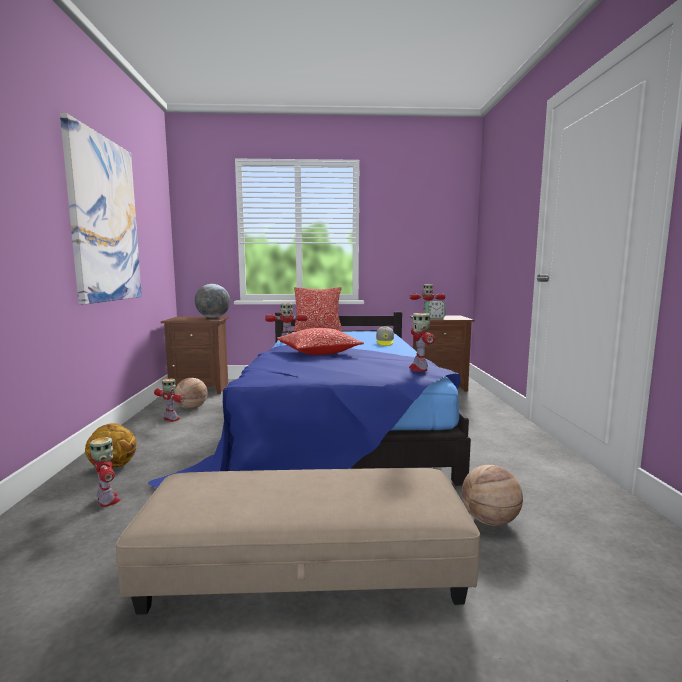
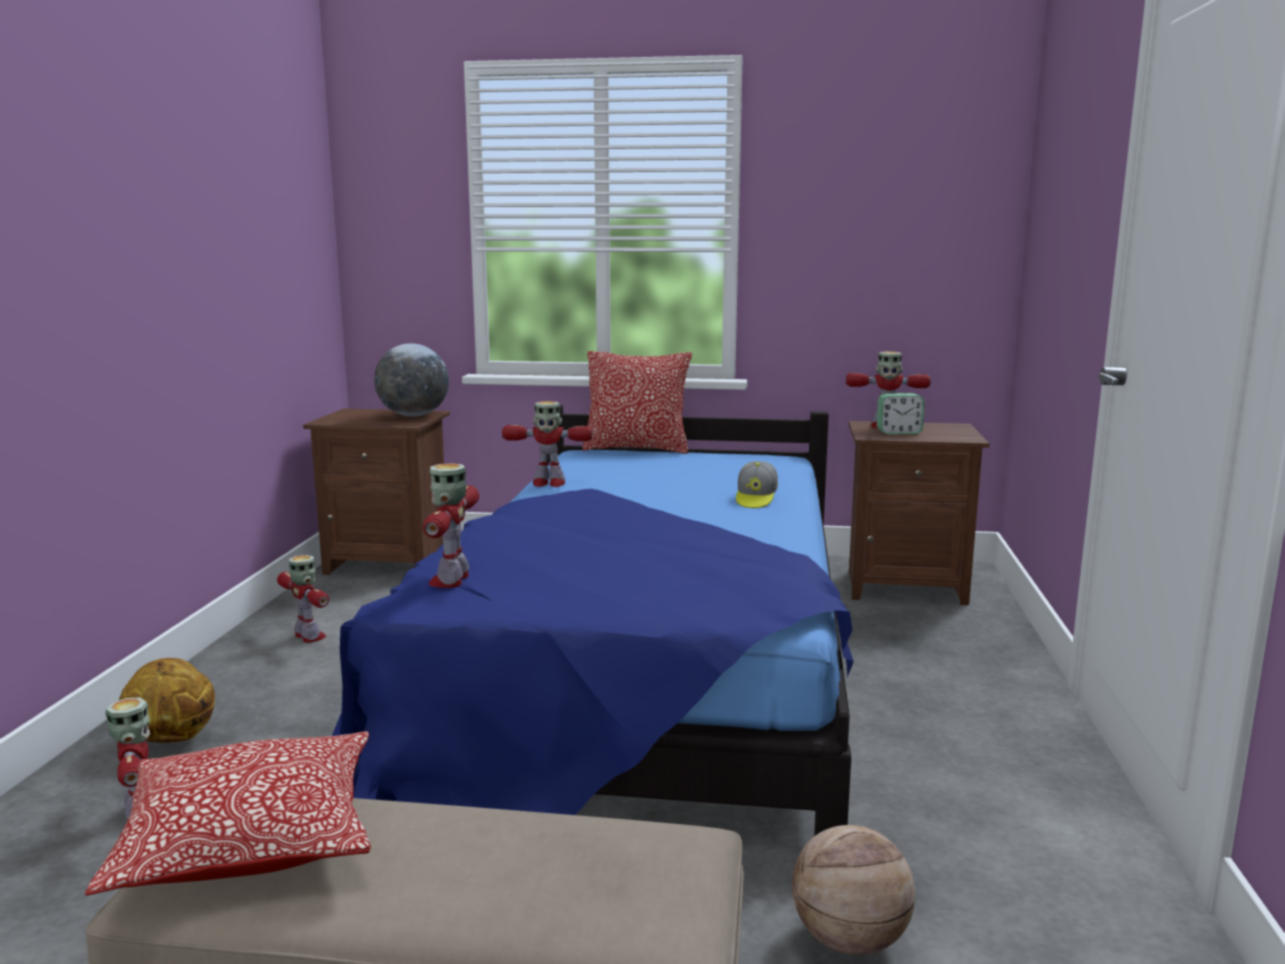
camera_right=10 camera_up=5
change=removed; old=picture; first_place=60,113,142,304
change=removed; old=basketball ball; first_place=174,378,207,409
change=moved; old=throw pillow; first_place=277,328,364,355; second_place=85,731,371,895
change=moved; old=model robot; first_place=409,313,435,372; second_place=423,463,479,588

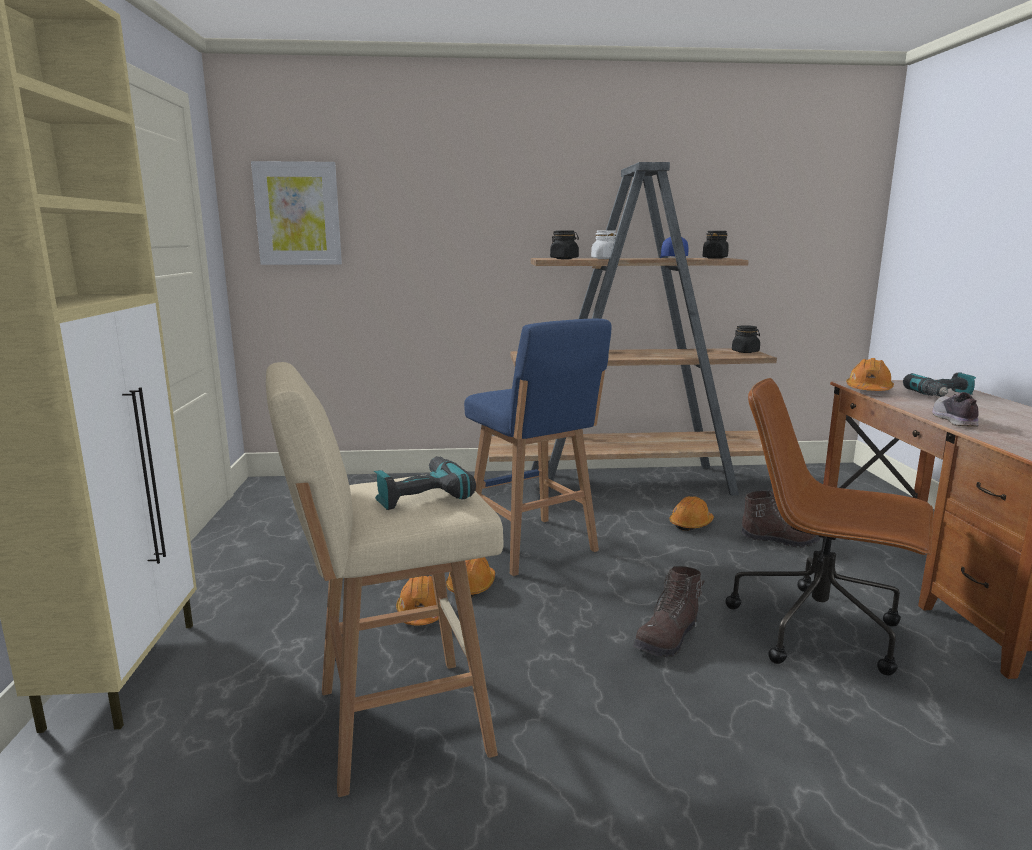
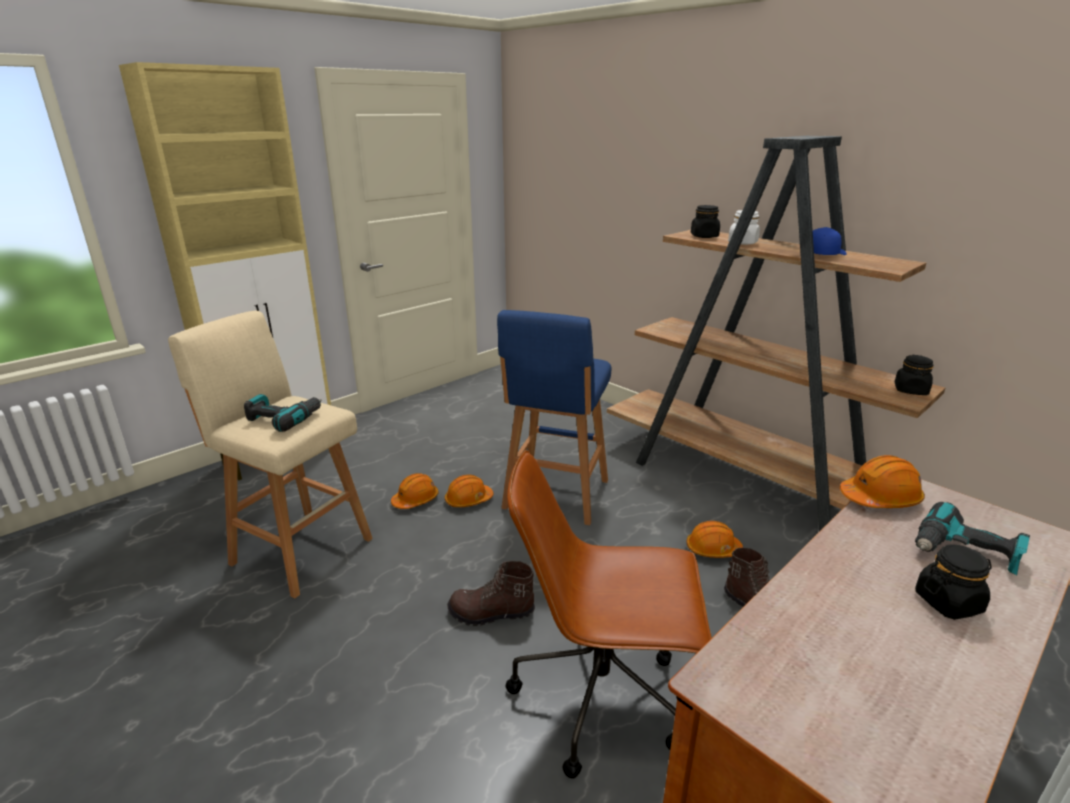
camera_right=50 camera_up=10
change=removed; old=picture; first_place=251,161,342,265
change=removed; old=shoe; first_place=932,392,979,427
change=moved; old=black storage jar; first_place=703,231,729,259; second_place=915,544,992,620
change=turned; old=brown desk chair; first_place=725,378,934,675; second_place=506,450,712,778; degrees=-75

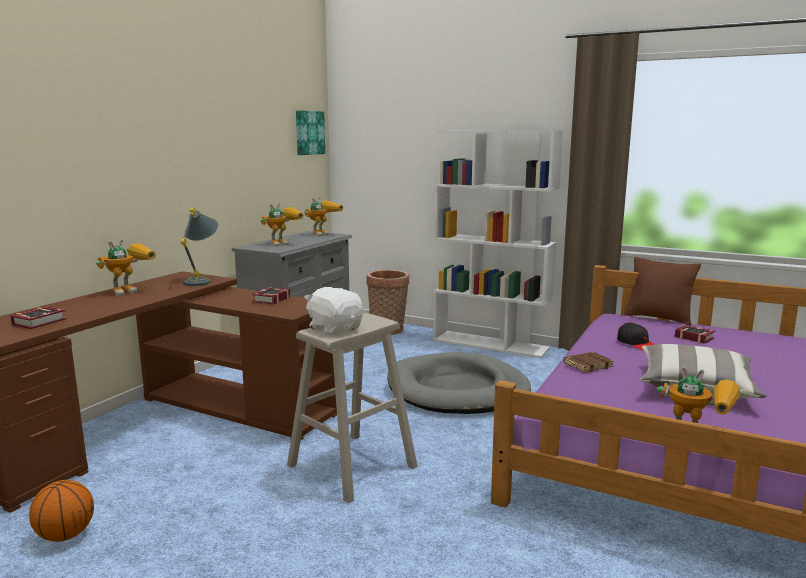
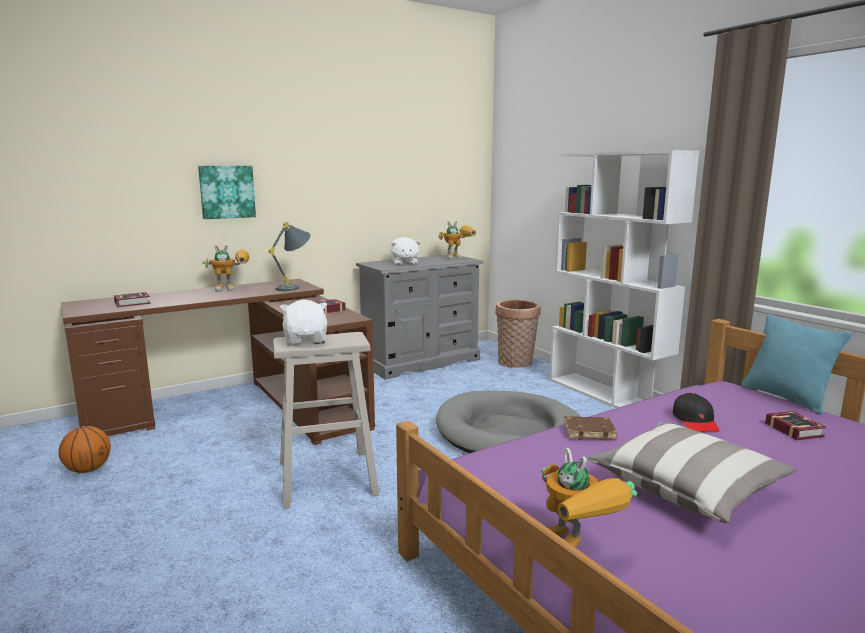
camera_right=30 camera_up=0
change=moved; old=picture; first_place=296,110,325,155; second_place=198,166,256,219
change=replaced; old=model robot; new=white-coloured soft toy; first_place=260,203,304,247; second_place=390,237,421,265
change=recoloured; old=brown throw pillow; new=blue-green throw pillow; first_place=624,257,701,325; second_place=741,314,851,415

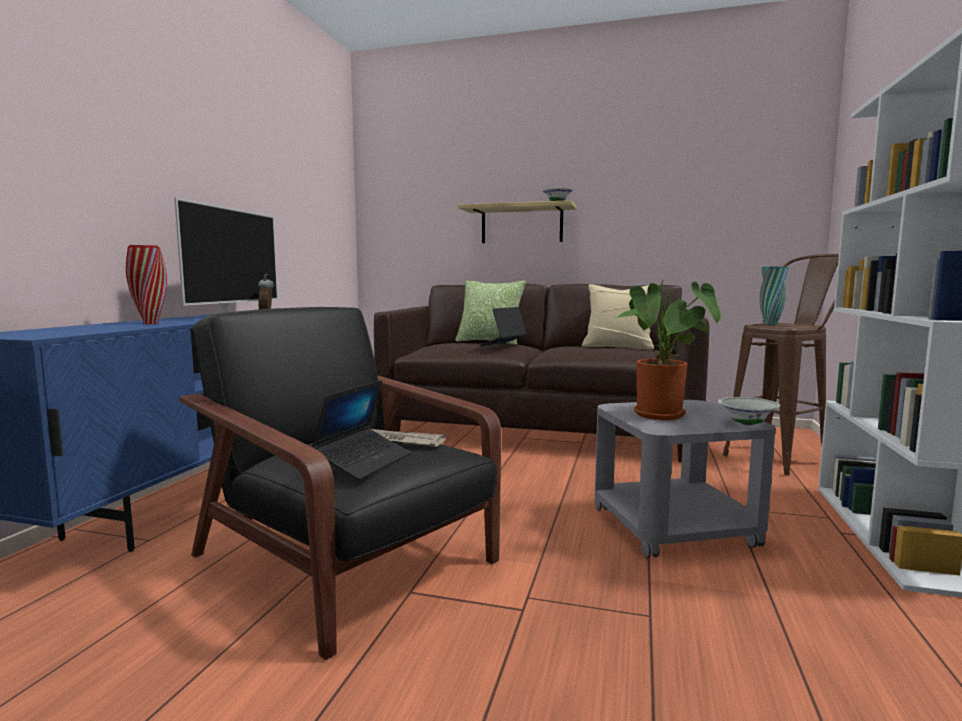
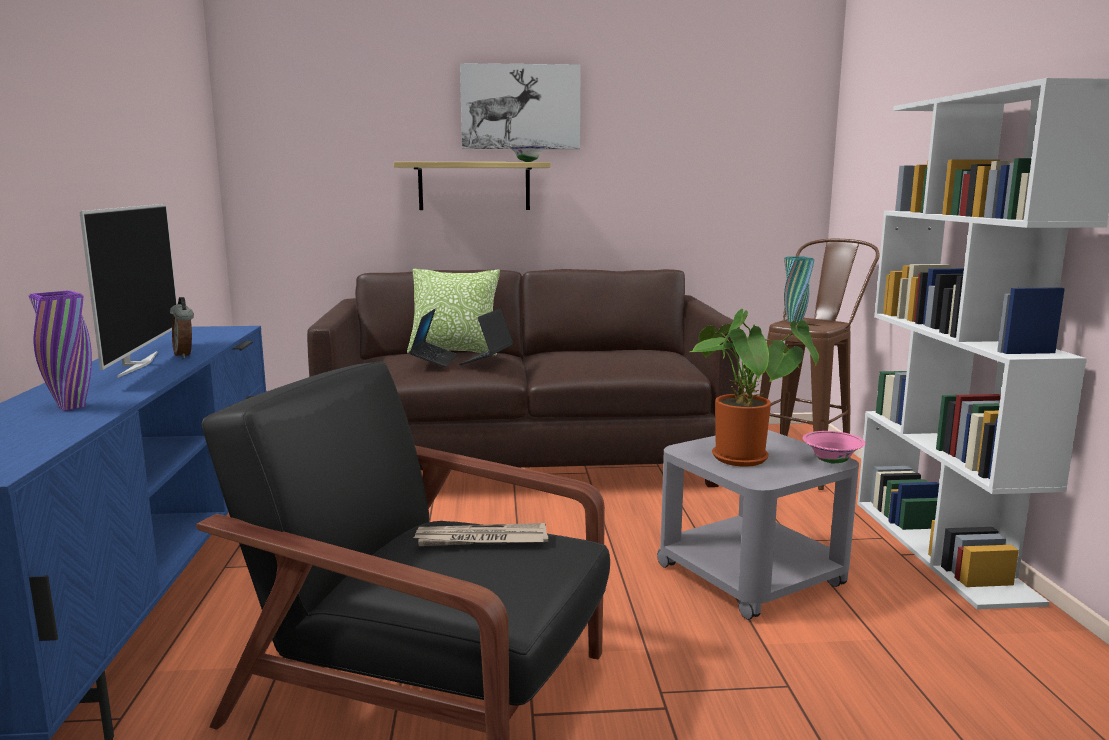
camera_right=-20 camera_up=5
change=removed; old=sand-coloured throw pillow; first_place=582,284,654,350
change=added; new=picture; second_place=460,63,581,149
change=moved; old=notebook computer; first_place=312,380,410,480; second_place=409,308,458,367
change=recoloured; old=reddish flower vase; new=purplish flower vase; first_place=126,245,167,324; second_place=29,290,92,411
change=recoloured; old=white-coloured bowl; new=pinkish bowl; first_place=718,397,780,425; second_place=802,431,866,464

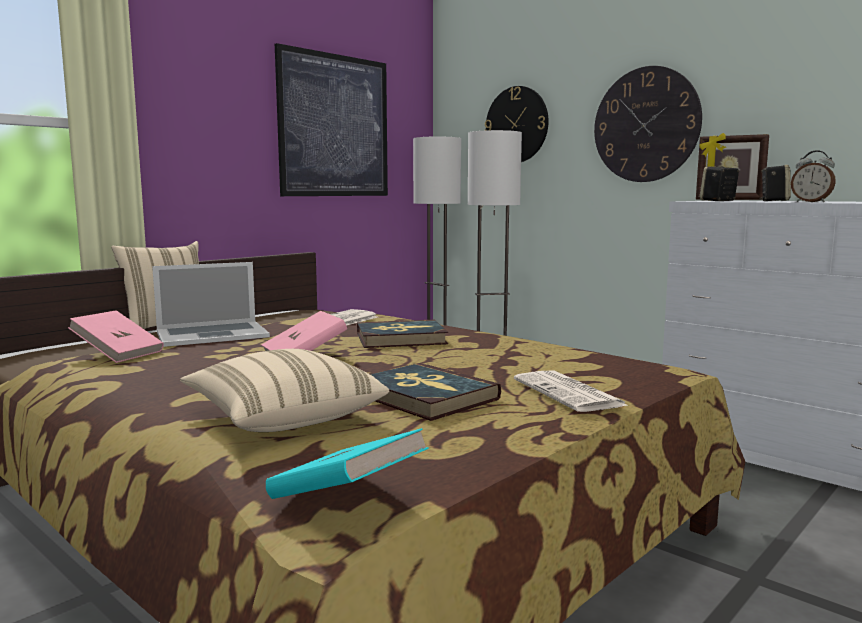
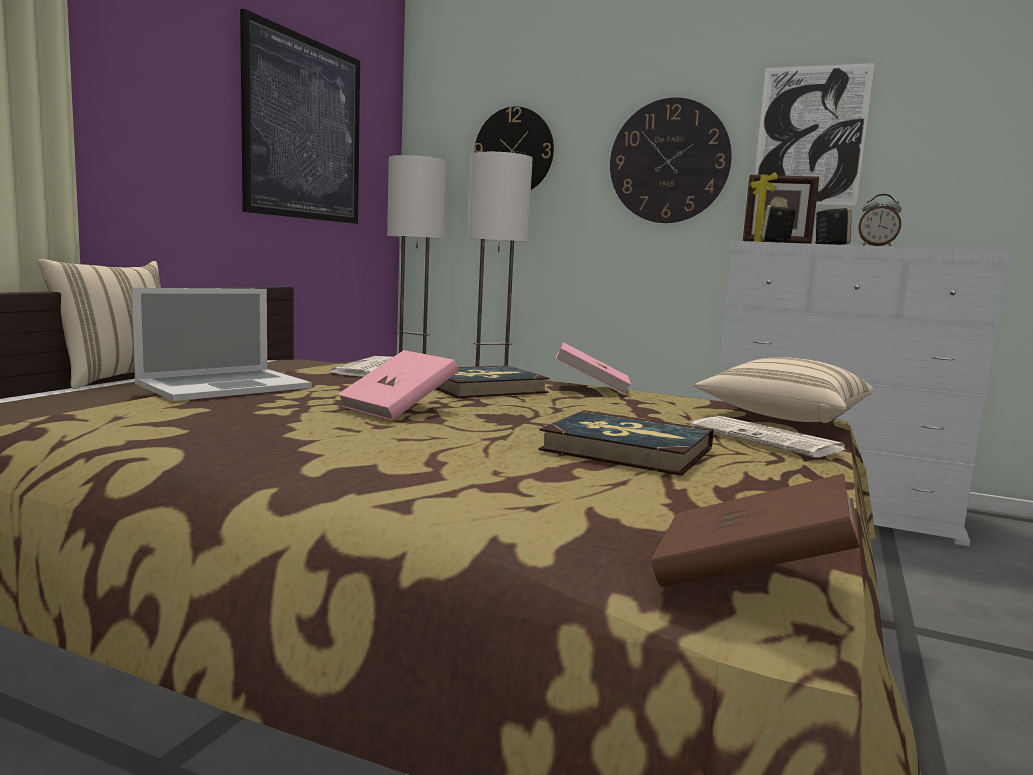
camera_right=-20 camera_up=0
change=added; new=picture; second_place=755,63,875,205
change=moved; old=pinkish volume; first_place=68,310,164,363; second_place=555,342,631,395
change=moved; old=sand-coloured throw pillow; first_place=180,349,389,432; second_place=694,357,874,423
change=recoloured; old=blue-green volume; new=brown volume; first_place=266,428,429,499; second_place=651,474,860,587

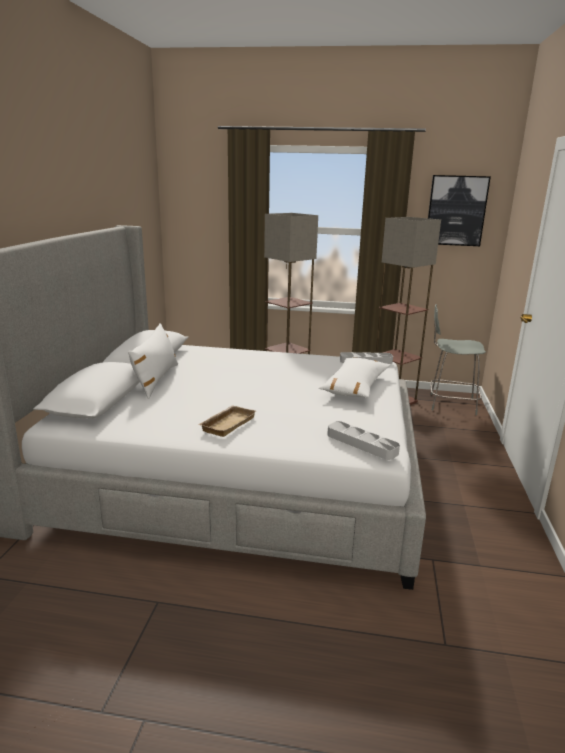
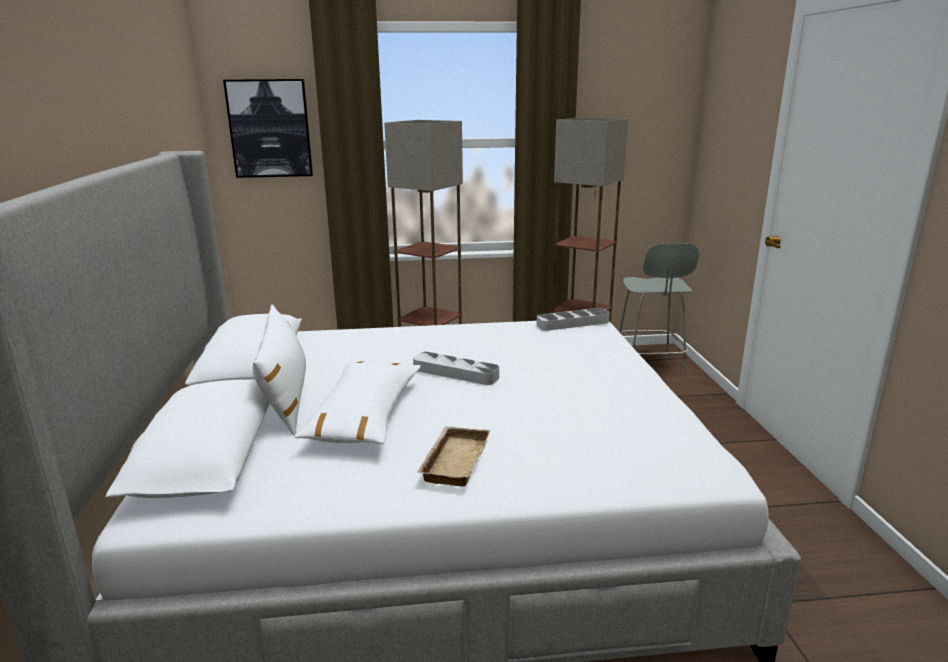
camera_right=-15 camera_up=0
change=moved; old=white-coloured throw pillow; first_place=319,357,390,398; second_place=294,361,421,444
change=moved; old=greyish serving tray; first_place=327,421,400,460; second_place=413,352,499,385
change=moved; old=picture; first_place=428,175,491,246; second_place=223,79,313,178
change=turned; old=greyish upright chair; first_place=430,304,486,415; second_place=619,243,700,373; degrees=-90

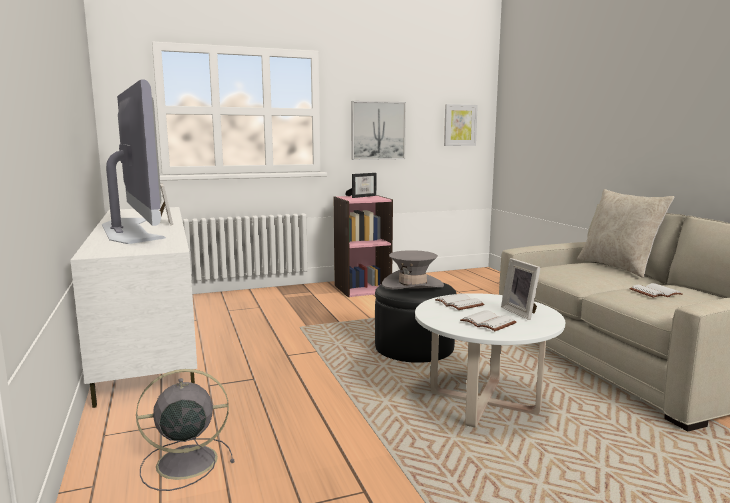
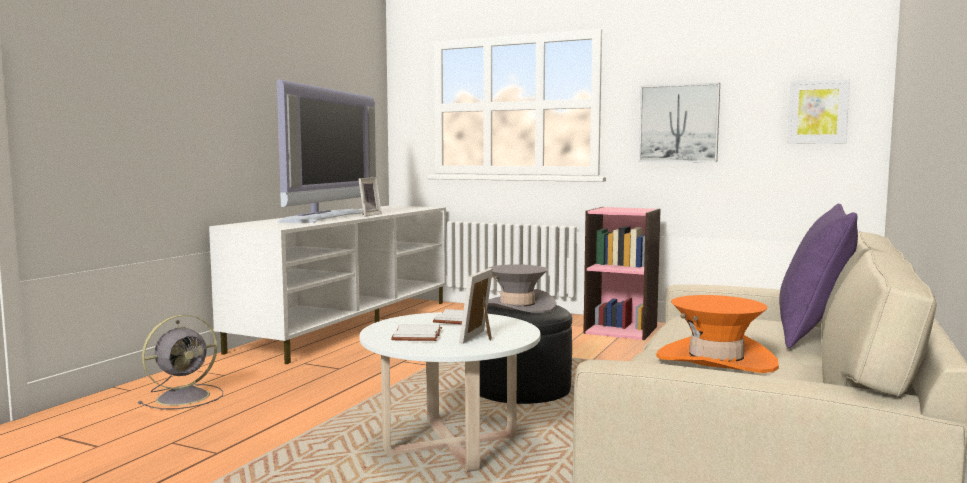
camera_right=45 camera_up=-5
change=removed; old=photo frame; first_place=345,173,376,198
change=replaced; old=white-coloured volume; new=orange hat; first_place=629,283,683,298; second_place=656,295,779,373
change=recoloured; old=sand-coloured throw pillow; new=purplish throw pillow; first_place=577,189,674,278; second_place=779,204,858,348
change=turned; old=greyish cooling fan; first_place=136,369,234,491; second_place=138,315,223,409; degrees=105

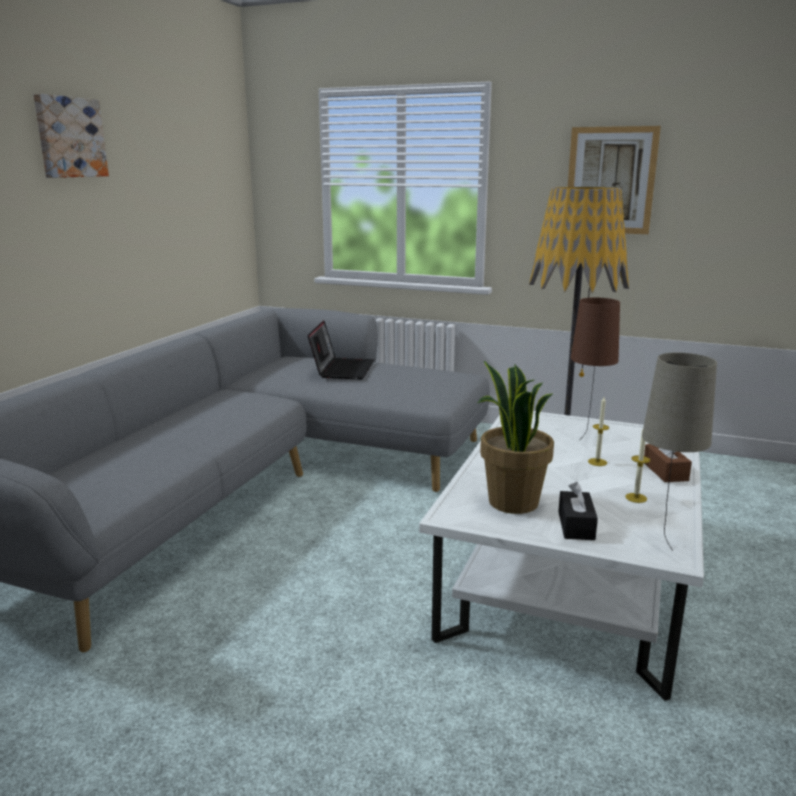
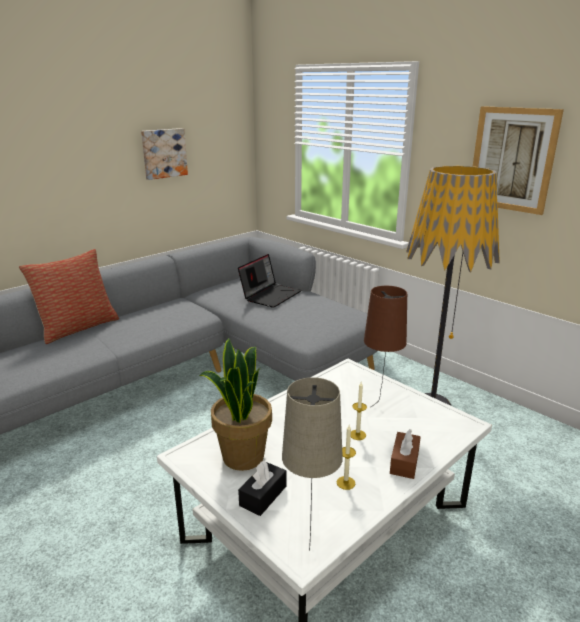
camera_right=25 camera_up=5
change=added; new=throw pillow; second_place=19,249,119,344
change=moved; old=picture; first_place=33,94,109,178; second_place=141,128,188,180

